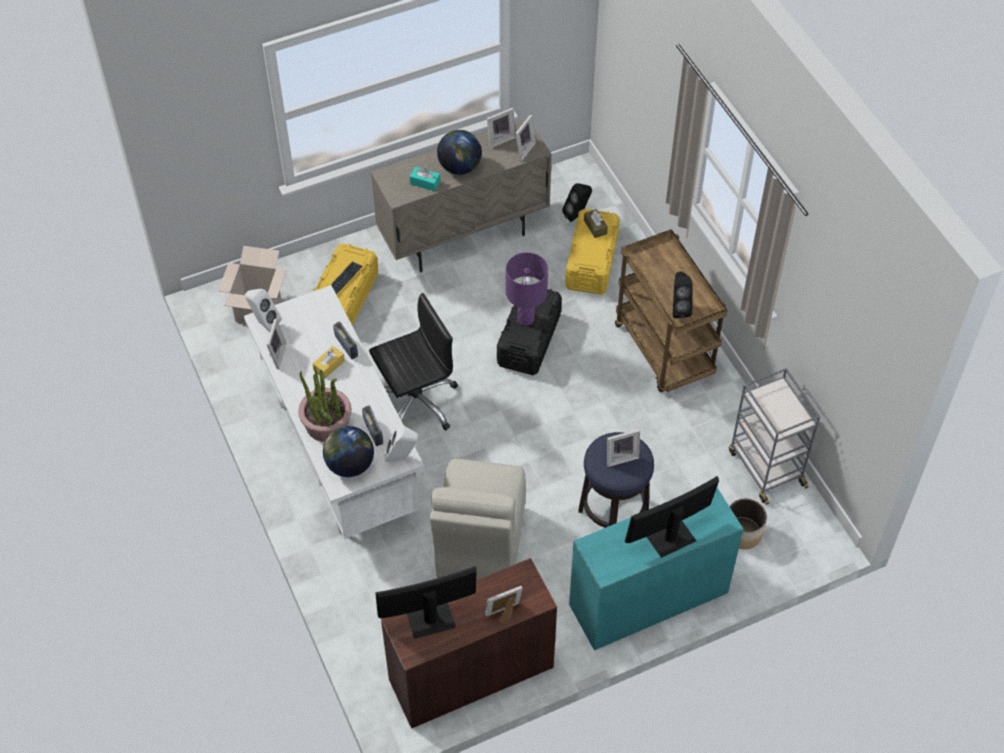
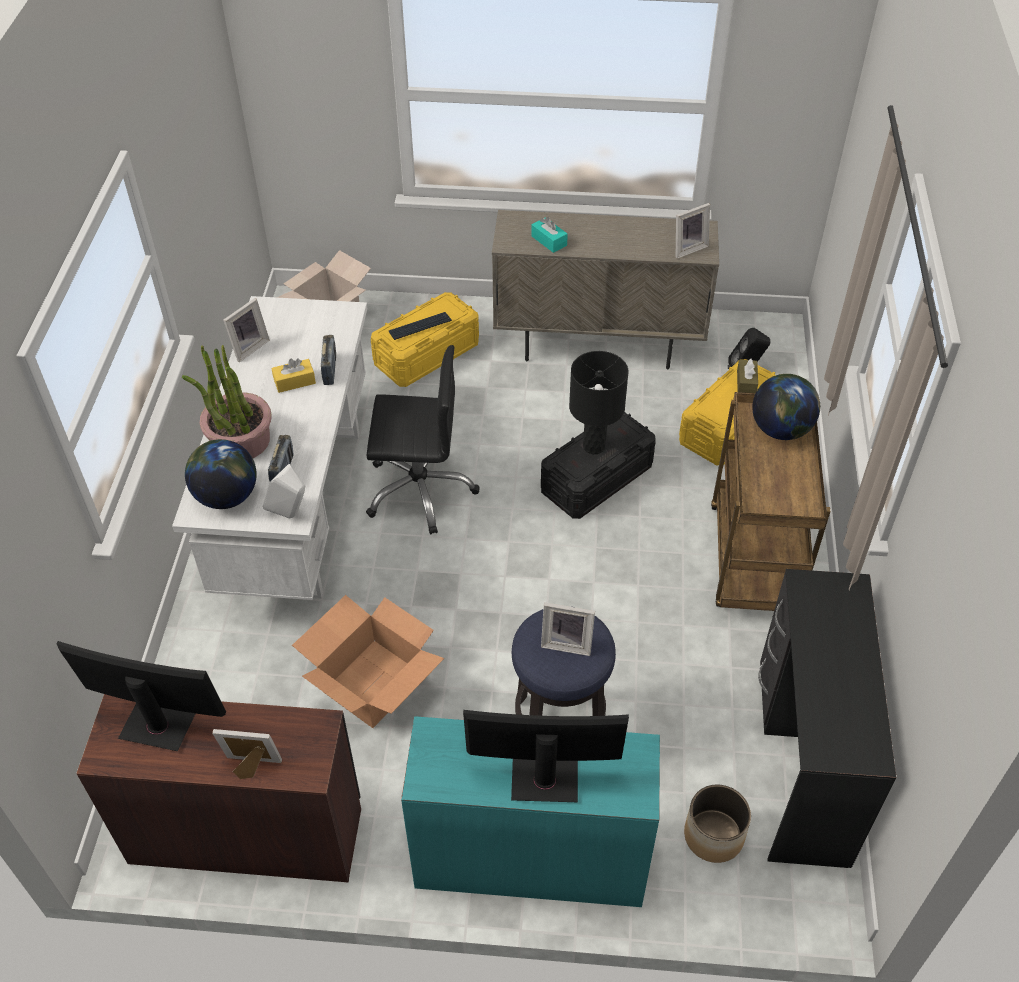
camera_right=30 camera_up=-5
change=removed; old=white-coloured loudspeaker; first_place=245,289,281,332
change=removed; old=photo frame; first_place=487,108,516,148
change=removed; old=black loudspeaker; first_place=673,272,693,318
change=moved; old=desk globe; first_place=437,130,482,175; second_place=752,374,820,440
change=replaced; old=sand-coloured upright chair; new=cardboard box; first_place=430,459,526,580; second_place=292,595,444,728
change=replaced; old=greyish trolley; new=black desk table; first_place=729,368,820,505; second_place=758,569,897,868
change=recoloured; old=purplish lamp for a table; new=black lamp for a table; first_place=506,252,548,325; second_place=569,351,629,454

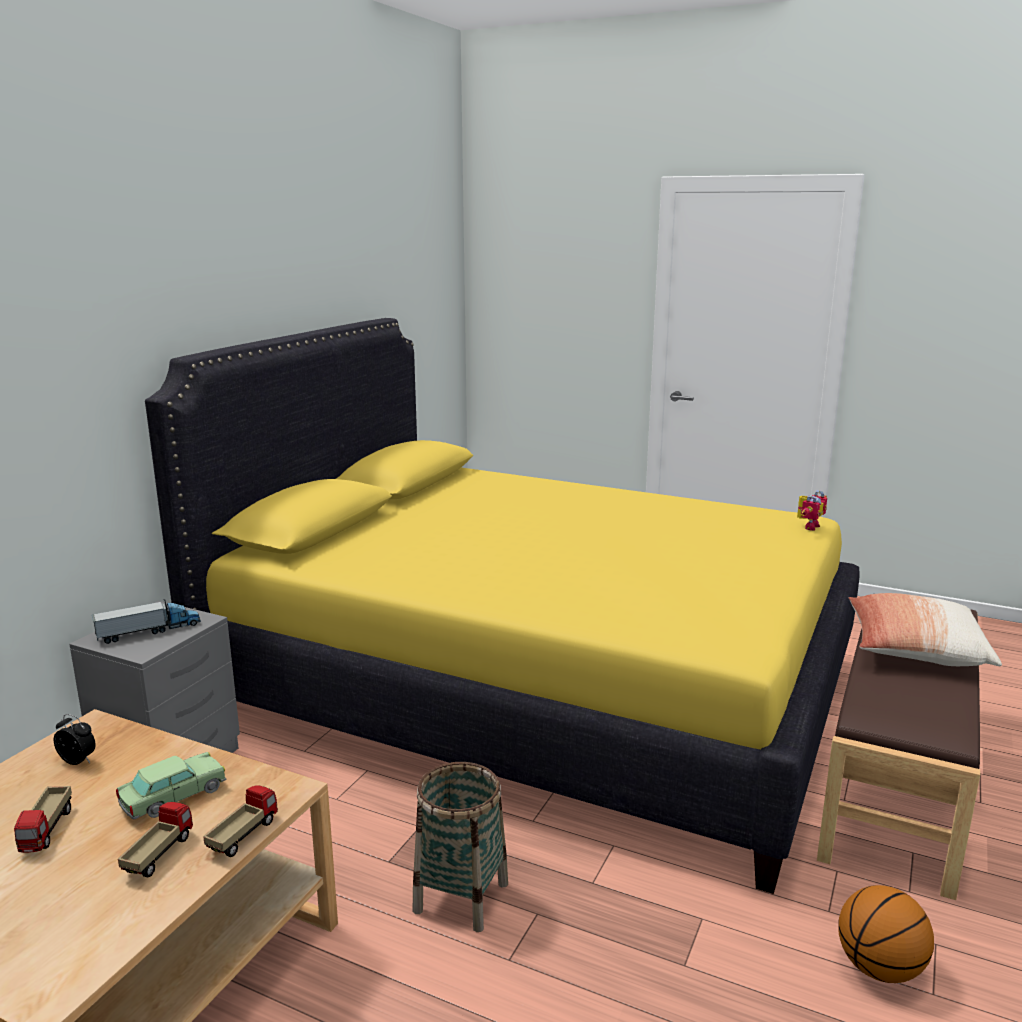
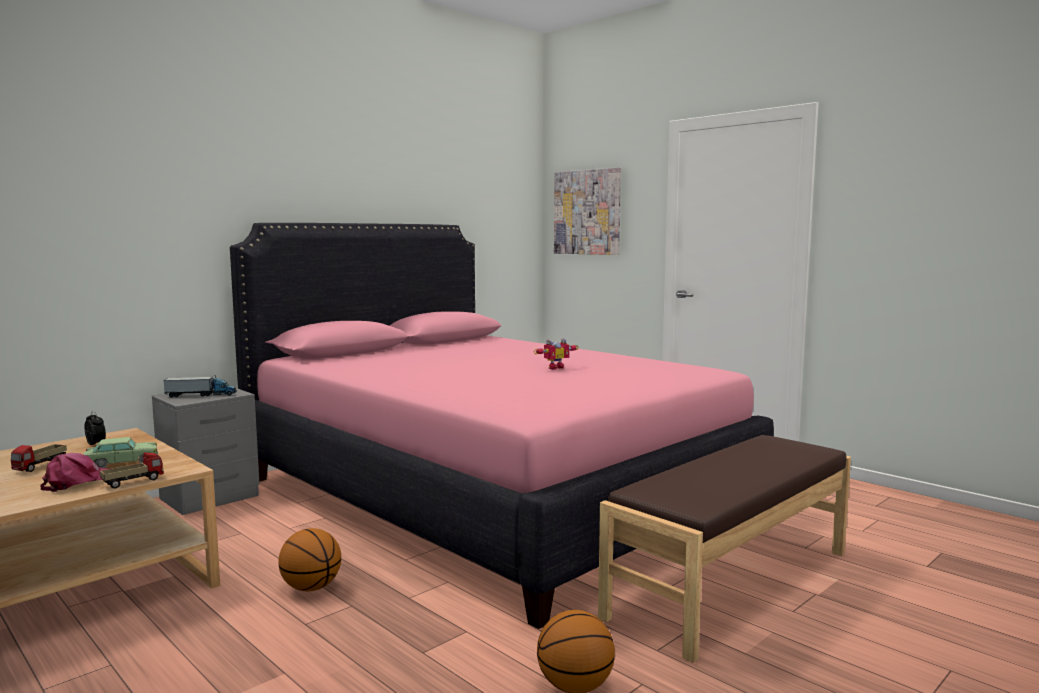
camera_right=20 camera_up=-10
change=removed; old=throw pillow; first_place=848,593,1002,666
change=added; new=picture; second_place=554,167,621,255
change=moved; old=model robot; first_place=797,490,827,531; second_place=534,338,578,370
change=replaced; old=toy lorry; new=pinkish baseball cap; first_place=118,802,193,877; second_place=40,453,111,492
change=replaced; old=household basket; new=basketball ball; first_place=412,762,508,932; second_place=278,528,341,591
change=recoloured; old=yellow bedroom bed; new=pinkish bedroom bed; first_place=145,318,859,894; second_place=230,223,774,629

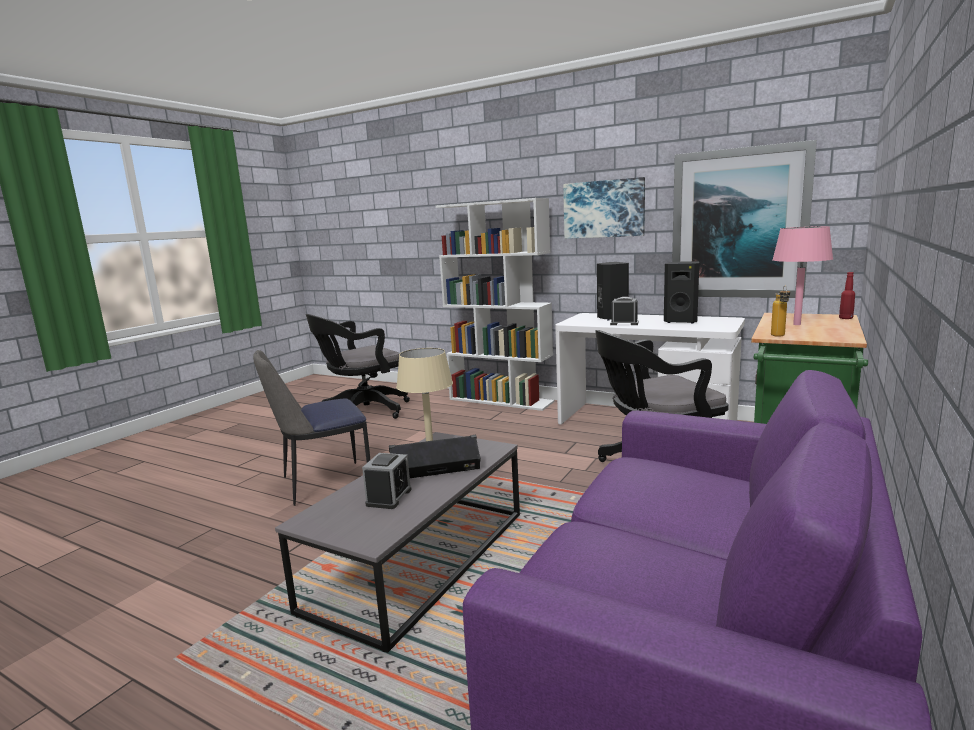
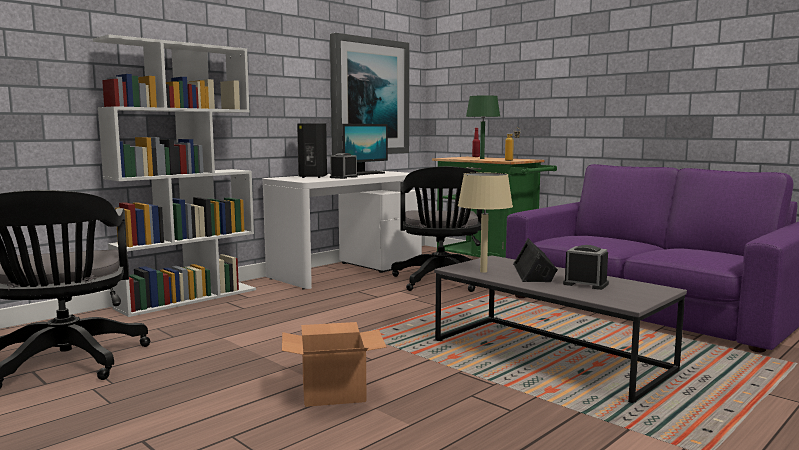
camera_right=-75 camera_up=-5
change=removed; old=picture; first_place=563,177,645,239
change=replaced; old=upright chair; new=cardboard box; first_place=253,350,370,506; second_place=282,322,387,407
change=replaced; old=black loudspeaker; new=monitor; first_place=664,261,699,324; second_place=342,124,388,176
change=recoloured; old=pinkish lamp for a table; new=green-coloured lamp for a table; first_place=772,226,833,325; second_place=466,95,500,159

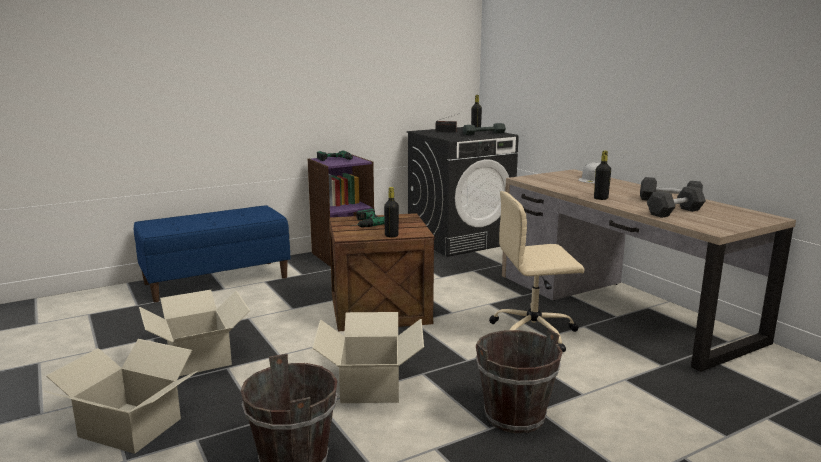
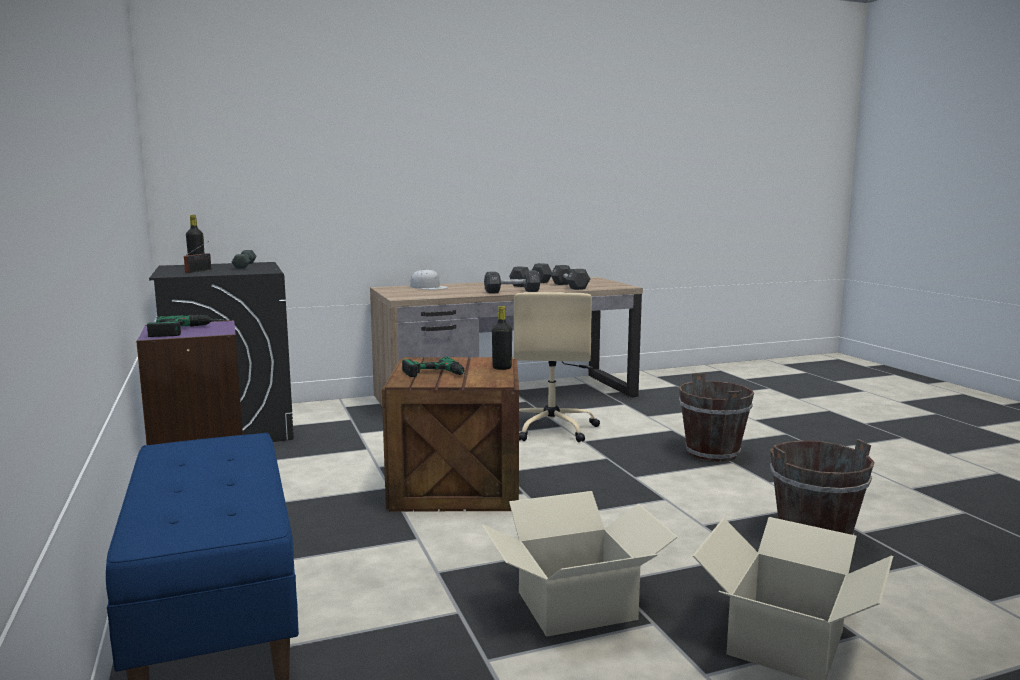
camera_right=-80 camera_up=-5
change=removed; old=cardboard box; first_place=312,312,424,403
change=replaced; old=black beverage bottle; new=black dumbbell; first_place=594,151,611,200; second_place=484,270,541,294

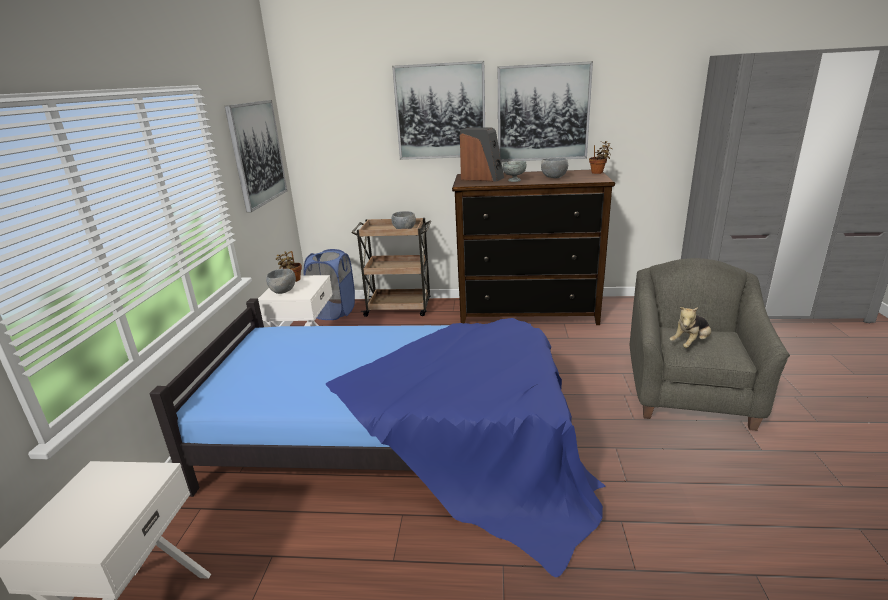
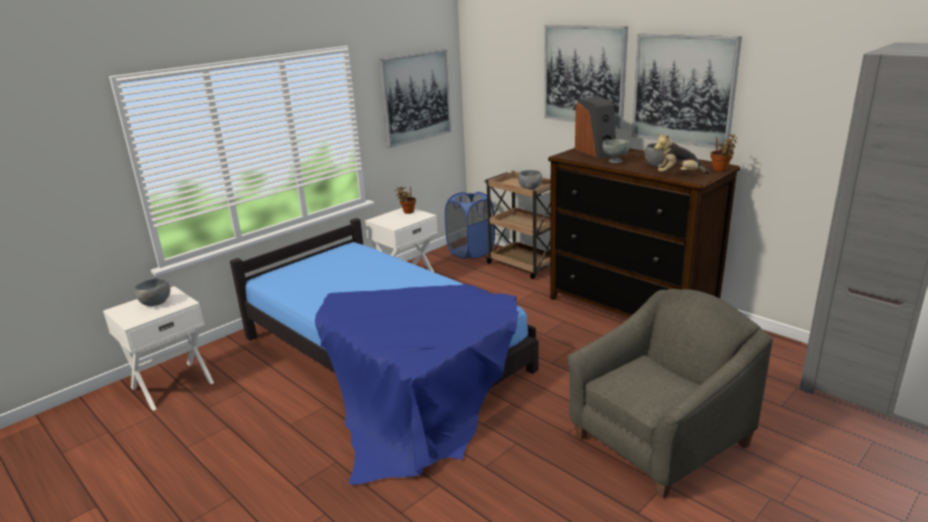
camera_right=40 camera_up=0
change=moved; old=greyish bowl; first_place=266,269,296,294; second_place=135,278,170,306
change=moved; old=soft toy; first_place=670,307,711,348; second_place=654,133,710,174

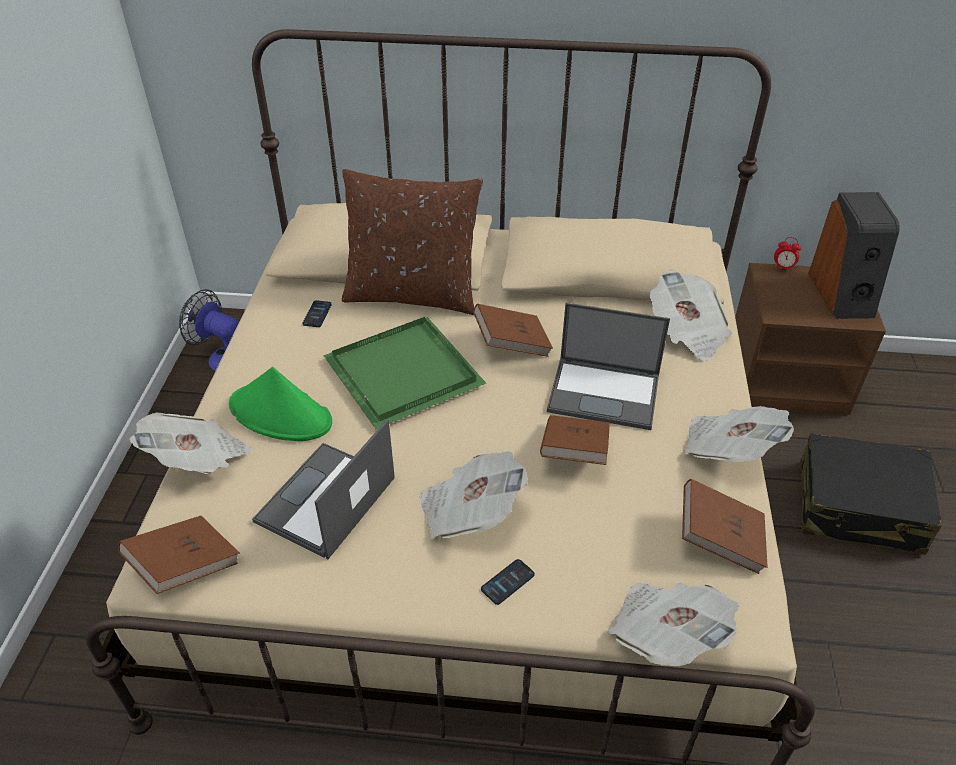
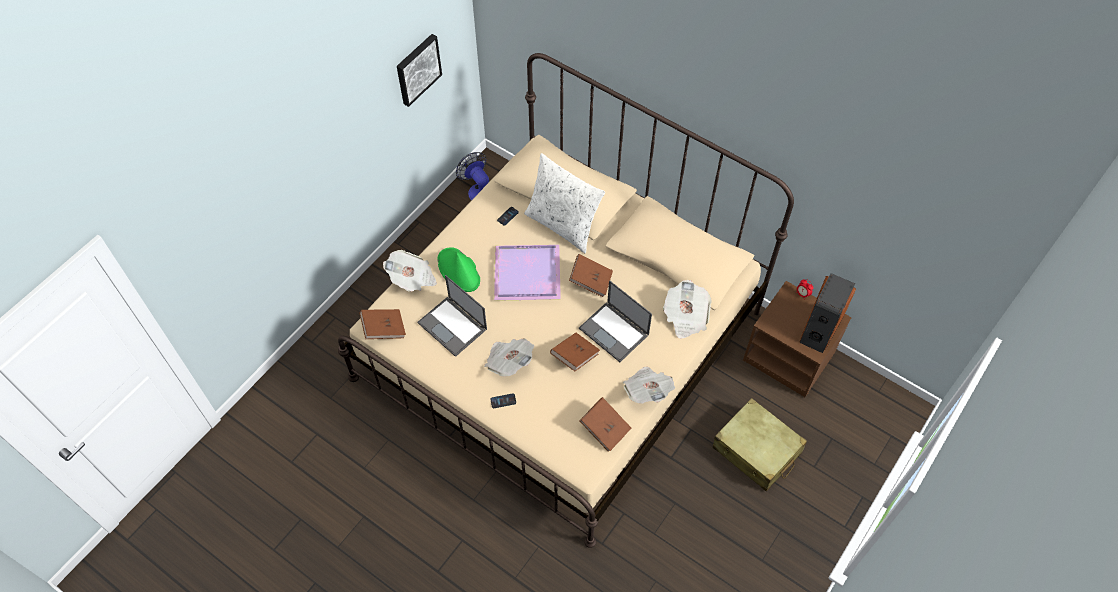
camera_right=30 camera_up=15
change=removed; old=newspaper; first_place=608,583,739,666
change=added; new=picture; second_place=397,34,442,107
change=recoloured; old=green-coloured serving tray; new=purplish serving tray; first_place=323,317,486,429; second_place=494,245,561,301
change=recoloured; old=brown throw pillow; new=white-coloured throw pillow; first_place=342,169,483,315; second_place=524,153,605,253
change=recoloured; old=black suitcase; new=sand-coloured suitcase; first_place=800,433,942,555; second_place=713,398,807,491
change=turned; old=notebook computer; first_place=252,419,395,560; second_place=418,275,487,357; degrees=-105

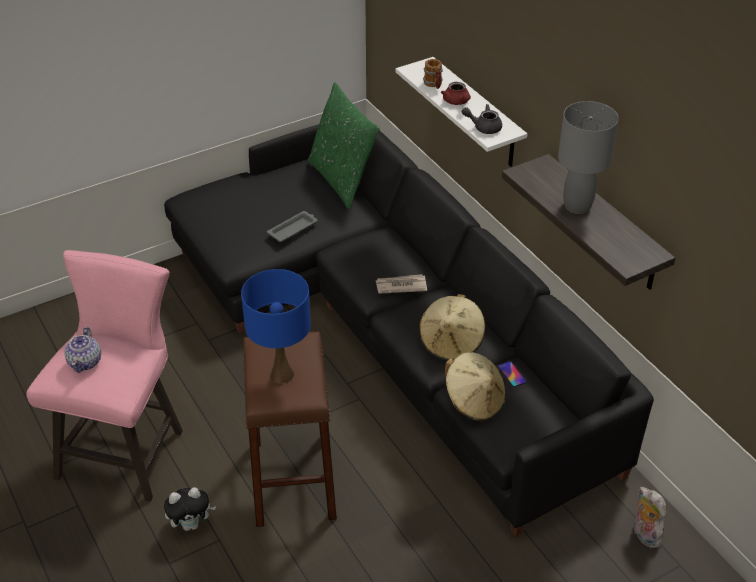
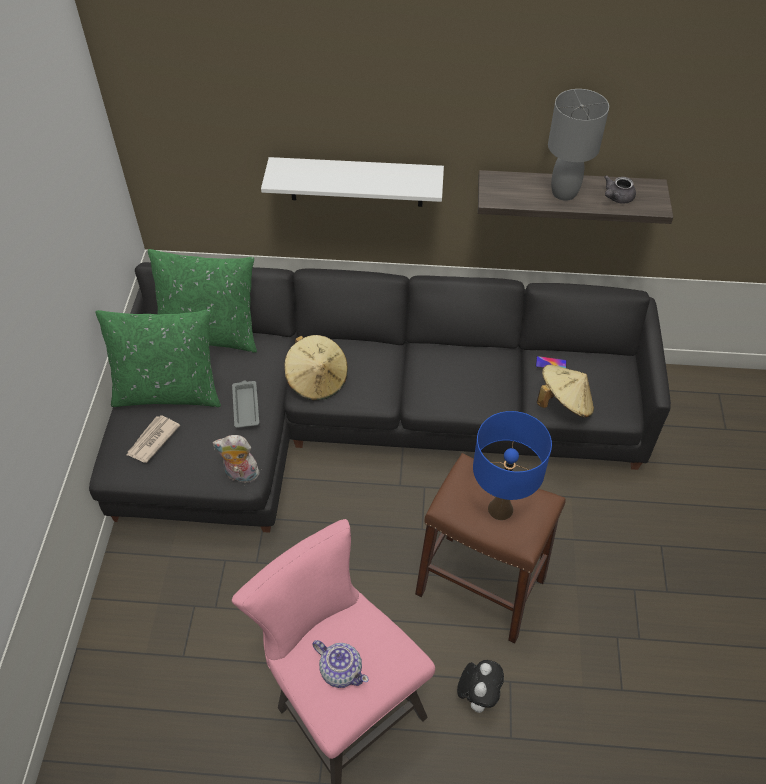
camera_right=-55 camera_up=10
change=removed; old=tea mug; first_place=423,59,443,89
change=removed; old=reddish pot for tea; first_place=441,82,471,105
change=added; new=green-coloured throw pillow; second_place=96,309,221,407
change=moved; old=newspaper; first_place=376,274,427,294; second_place=127,415,180,463
change=moved; old=sand-coloured hat; first_place=419,294,485,361; second_place=284,335,348,400
change=moved; old=greyish pot for tea; first_place=462,104,502,134; second_place=604,175,636,204
change=moved; old=soft toy; first_place=634,487,666,548; second_place=212,435,261,484

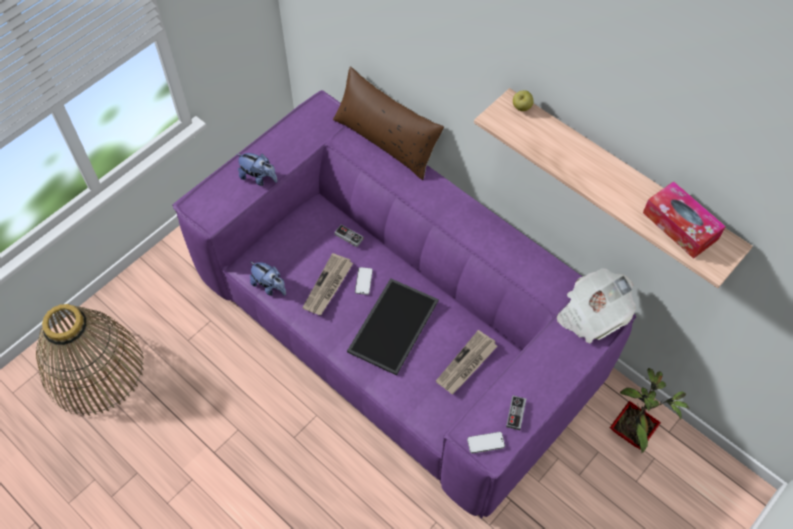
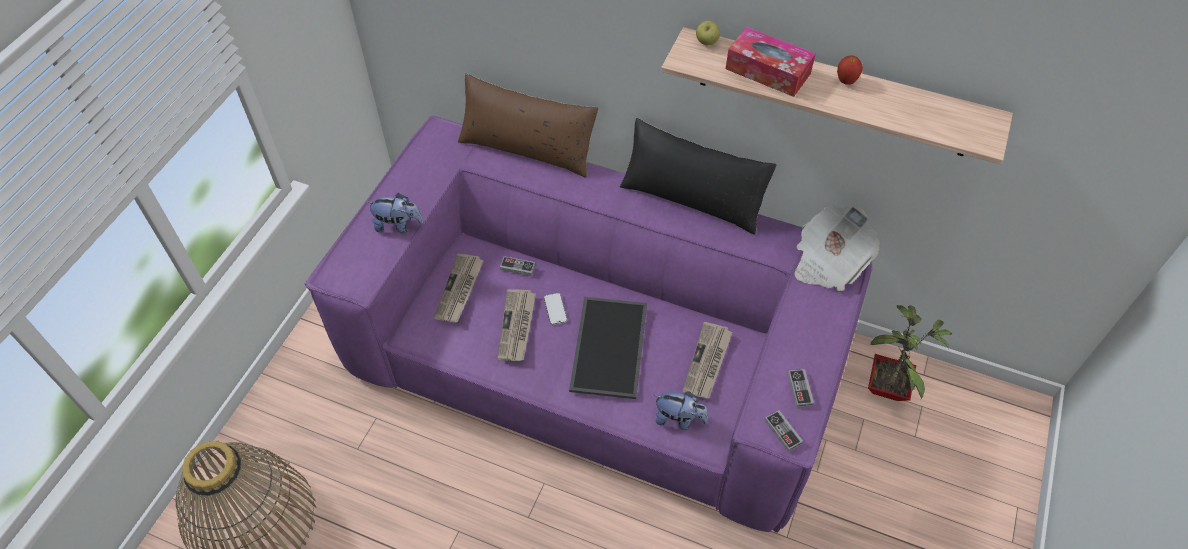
camera_right=-20 camera_up=-5
change=added; new=newspaper; second_place=434,253,484,323
change=added; new=black throw pillow; second_place=620,118,777,235
change=added; new=whole apple; second_place=837,56,863,85
change=moved; old=soft toy; first_place=250,261,286,296; second_place=654,392,708,430
change=moved; old=box of tissues; first_place=643,181,726,259; second_place=726,27,816,97
change=replaced; old=phone; new=joypad; first_place=467,432,505,454; second_place=764,410,803,452

